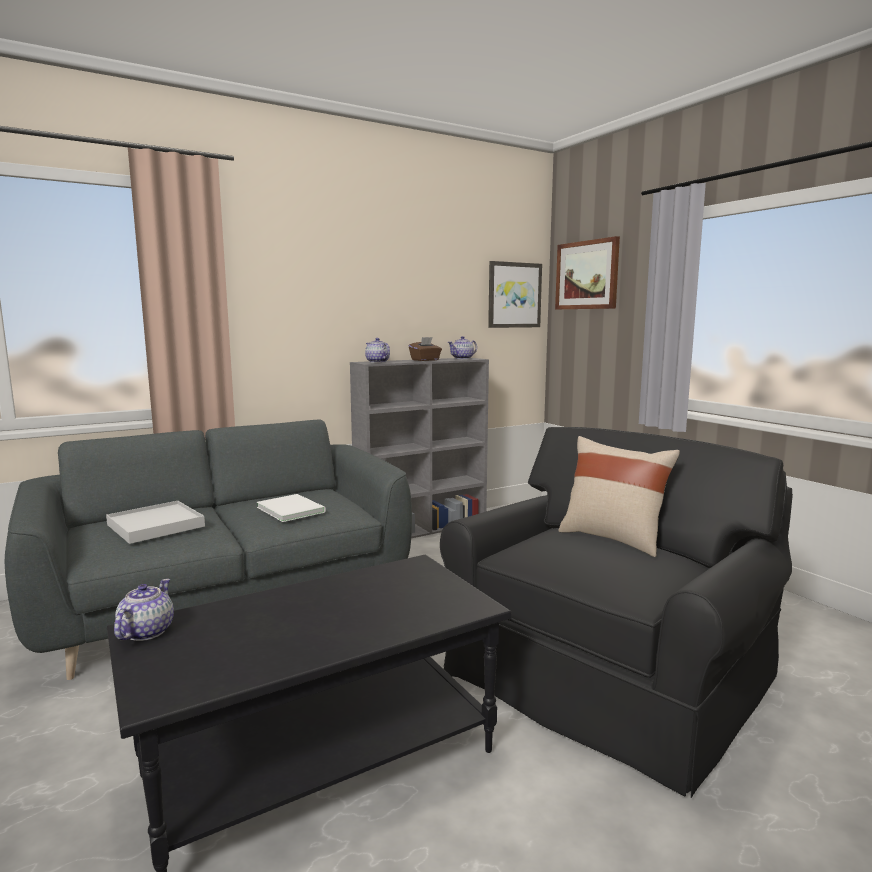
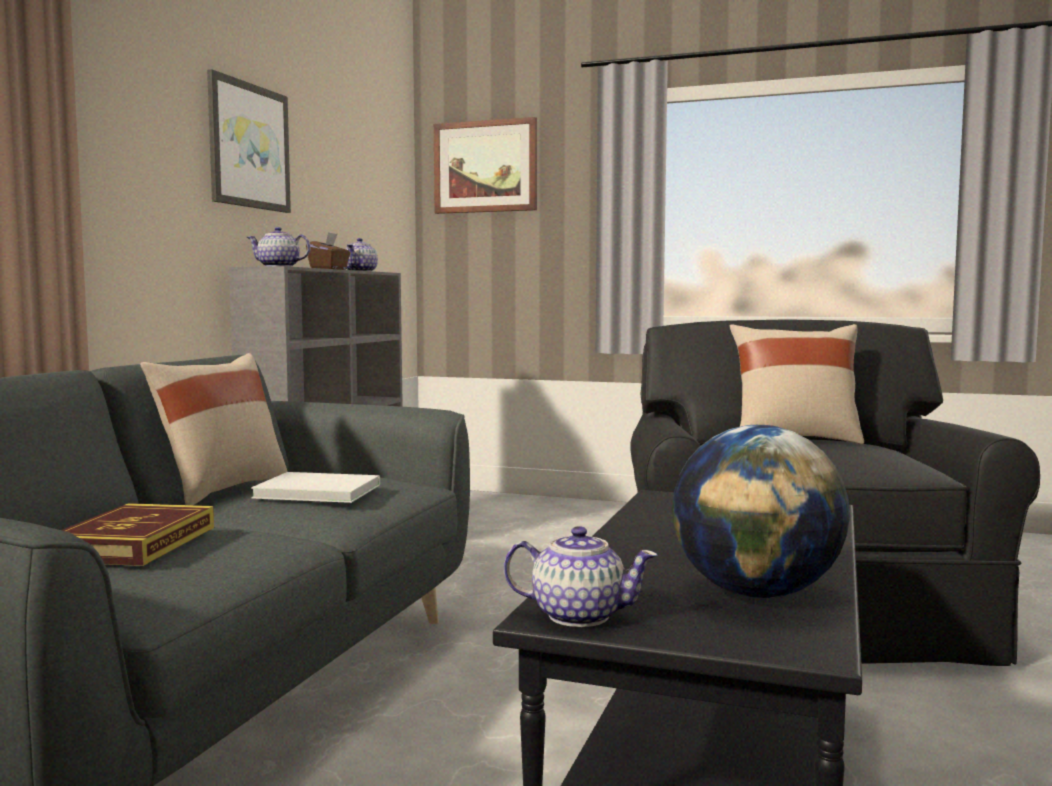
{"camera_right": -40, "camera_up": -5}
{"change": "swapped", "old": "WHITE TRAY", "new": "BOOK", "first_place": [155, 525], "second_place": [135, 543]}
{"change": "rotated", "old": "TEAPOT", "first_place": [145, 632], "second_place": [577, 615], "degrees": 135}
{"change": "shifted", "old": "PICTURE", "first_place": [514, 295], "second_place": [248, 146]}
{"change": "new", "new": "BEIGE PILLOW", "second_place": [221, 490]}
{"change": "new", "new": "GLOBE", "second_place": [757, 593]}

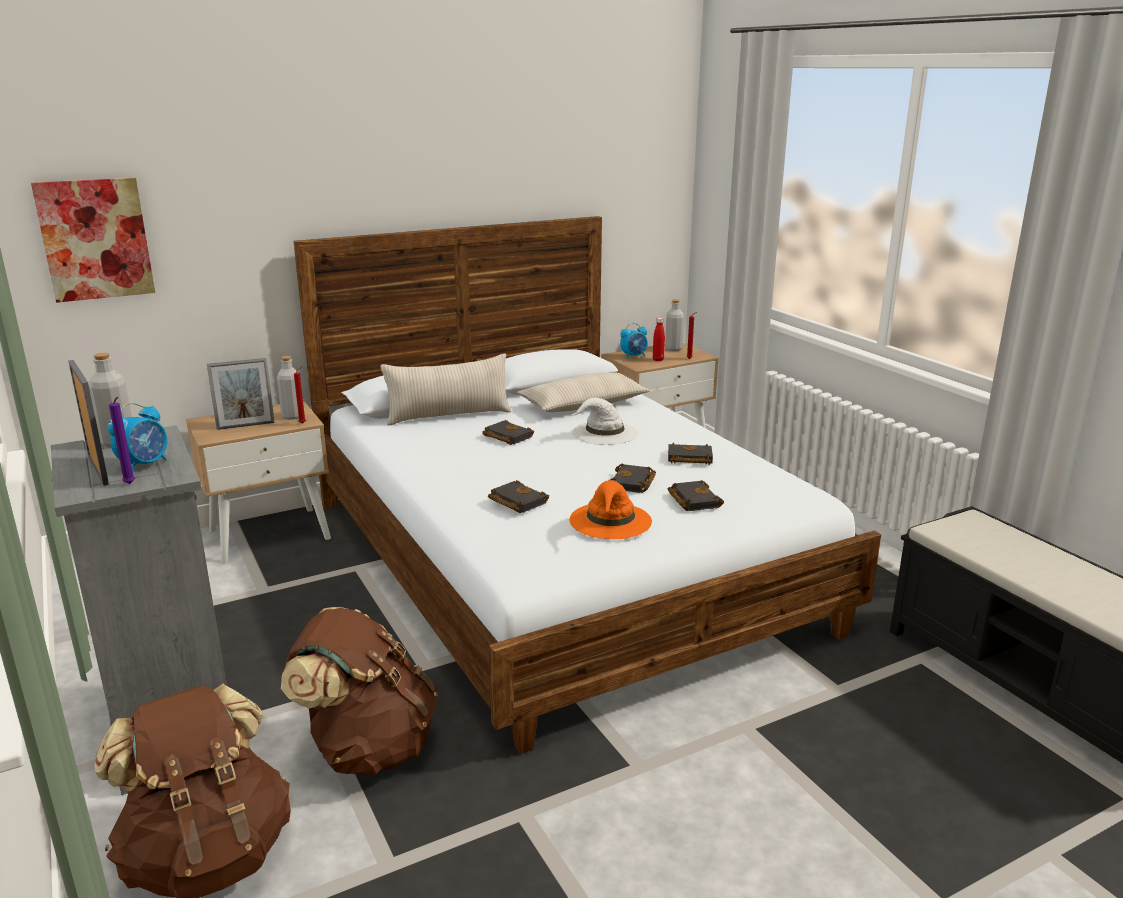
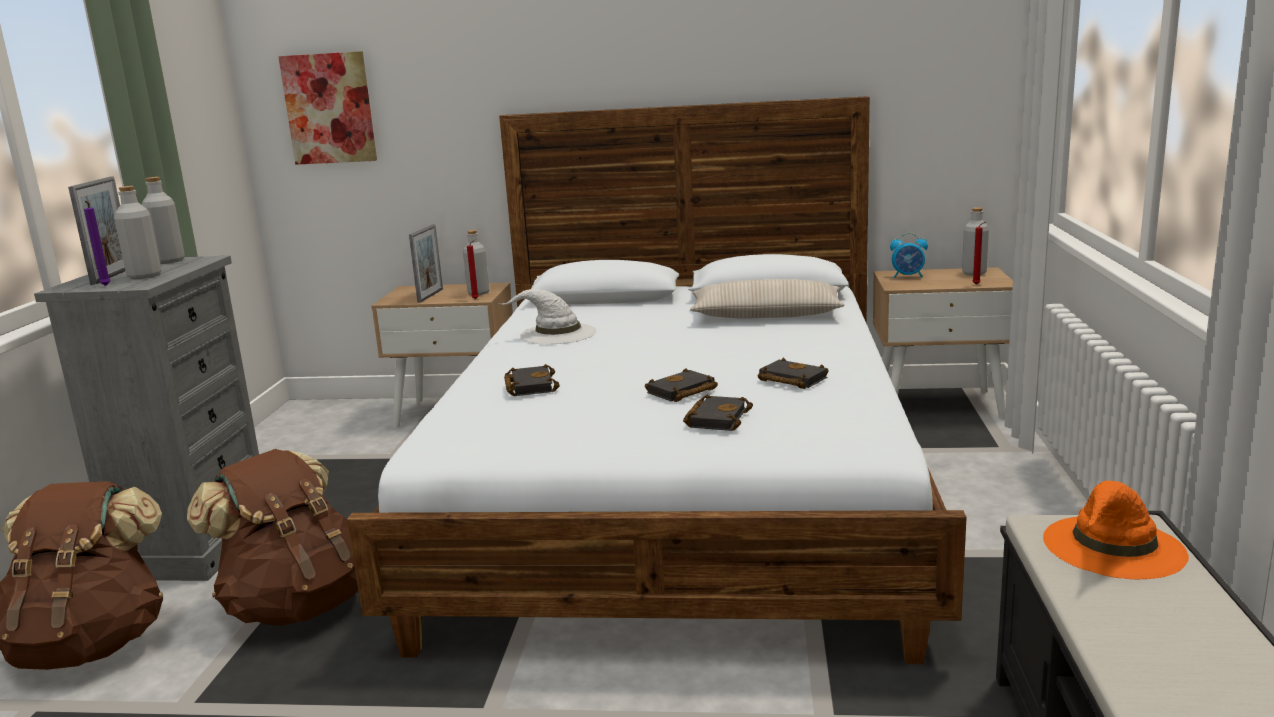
{"camera_right": 35, "camera_up": -5}
{"change": "swapped", "old": "ALARM CLOCK", "new": "GREY BOTTLE", "first_place": [145, 465], "second_place": [144, 276]}
{"change": "rotated", "old": "PICTURE FRAME", "first_place": [245, 425], "second_place": [430, 295], "degrees": -90}
{"change": "gone", "old": "BEIGE PILLOW", "first_place": [448, 416]}
{"change": "gone", "old": "BLACK BOOK", "first_place": [506, 436]}
{"change": "shifted", "old": "ORANGE HAT", "first_place": [611, 521], "second_place": [1113, 547]}
{"change": "shifted", "old": "WHITE HAT", "first_place": [604, 433], "second_place": [556, 334]}
{"change": "gone", "old": "RED BOTTLE", "first_place": [658, 360]}

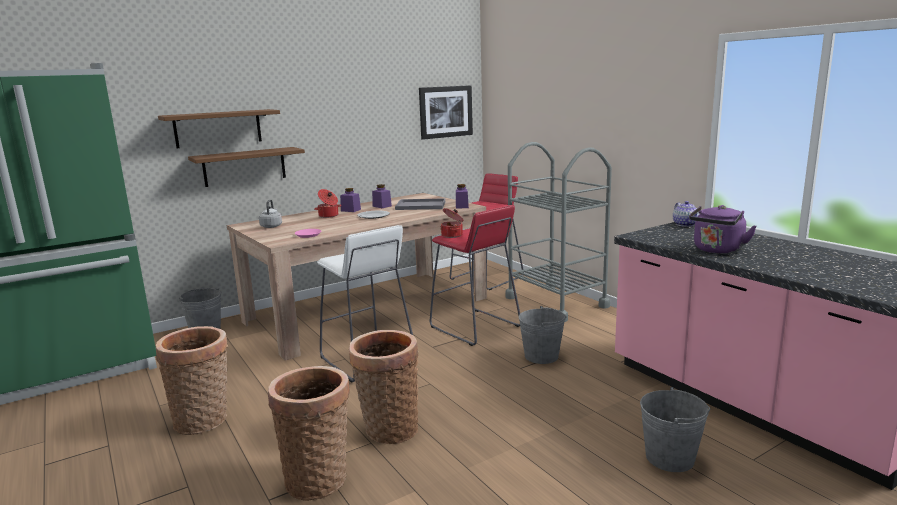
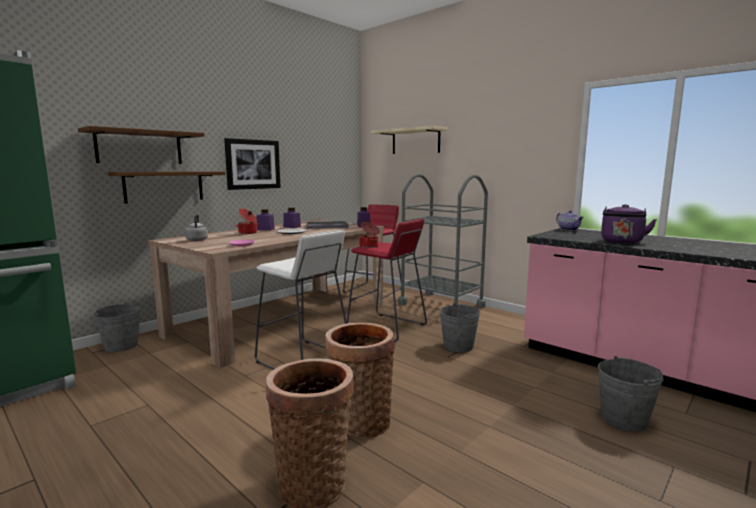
{"camera_right": -15, "camera_up": -5}
{"change": "gone", "old": "BASKET", "first_place": [204, 420]}
{"change": "shifted", "old": "PICTURE", "first_place": [445, 112], "second_place": [253, 164]}
{"change": "new", "new": "BEIGE SHELF", "second_place": [415, 141]}

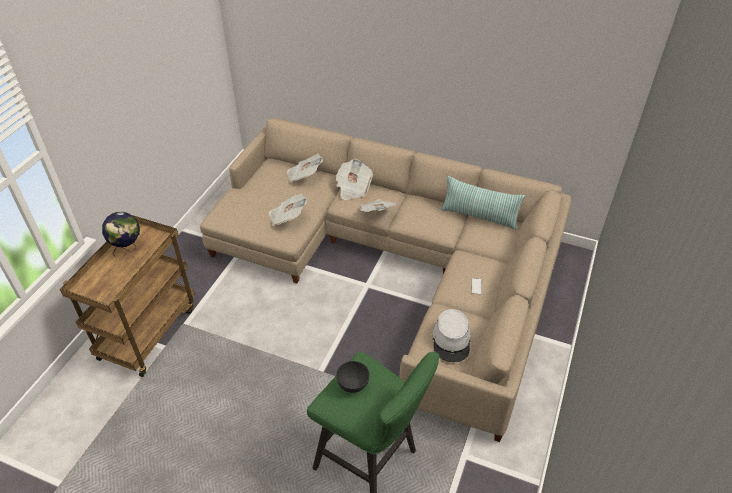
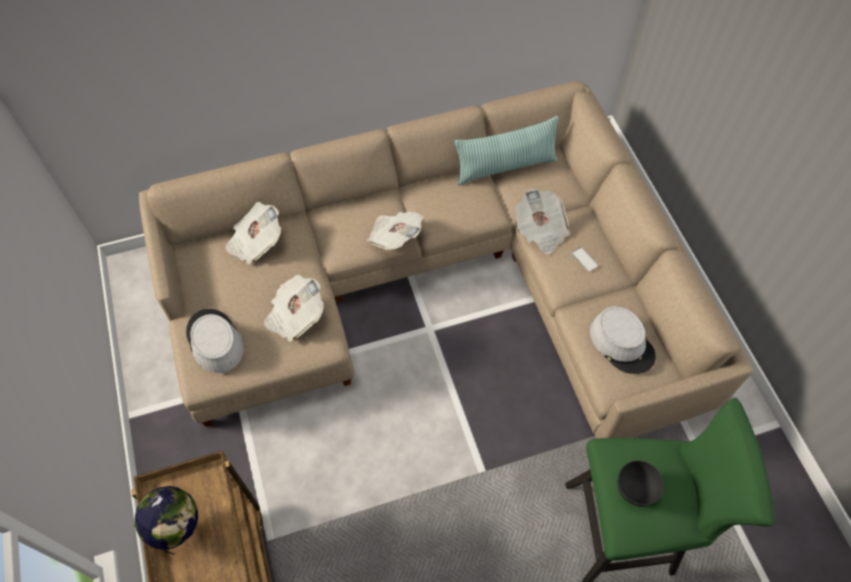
{"camera_right": -40, "camera_up": 15}
{"change": "shifted", "old": "NEWSPAPER", "first_place": [353, 188], "second_place": [540, 230]}
{"change": "new", "new": "GREY HAT", "second_place": [214, 341]}

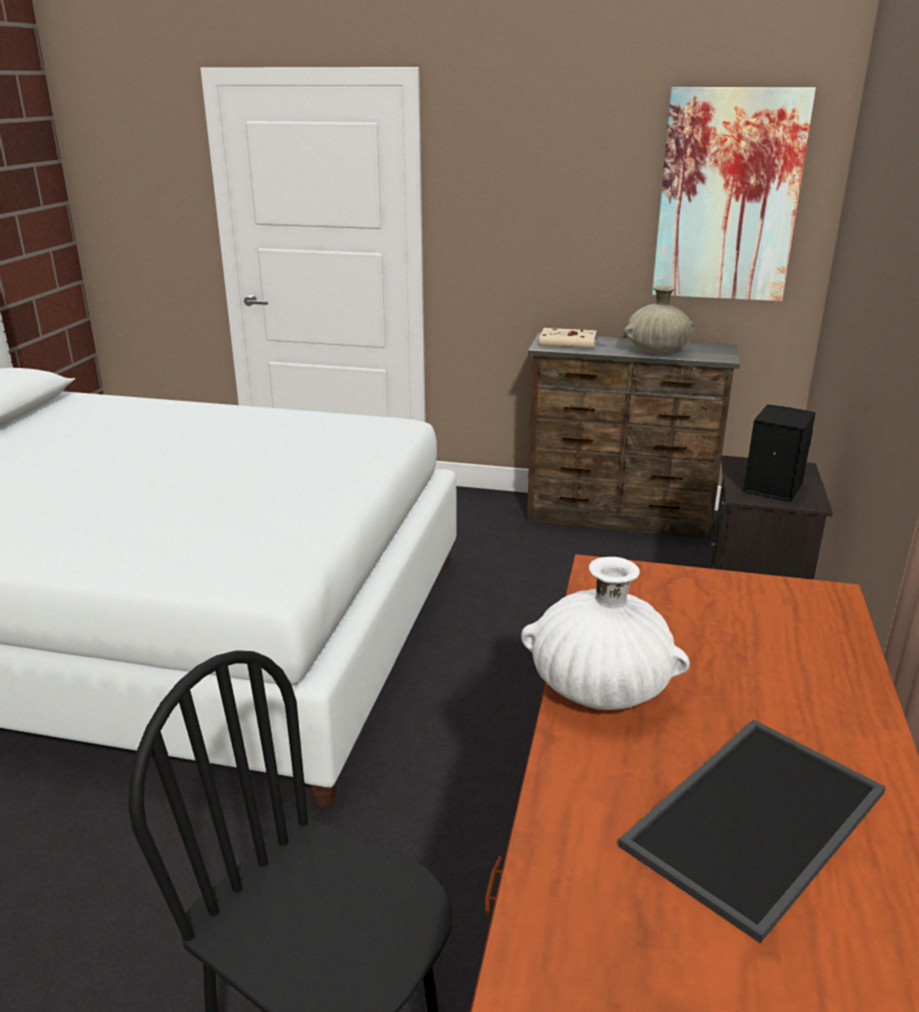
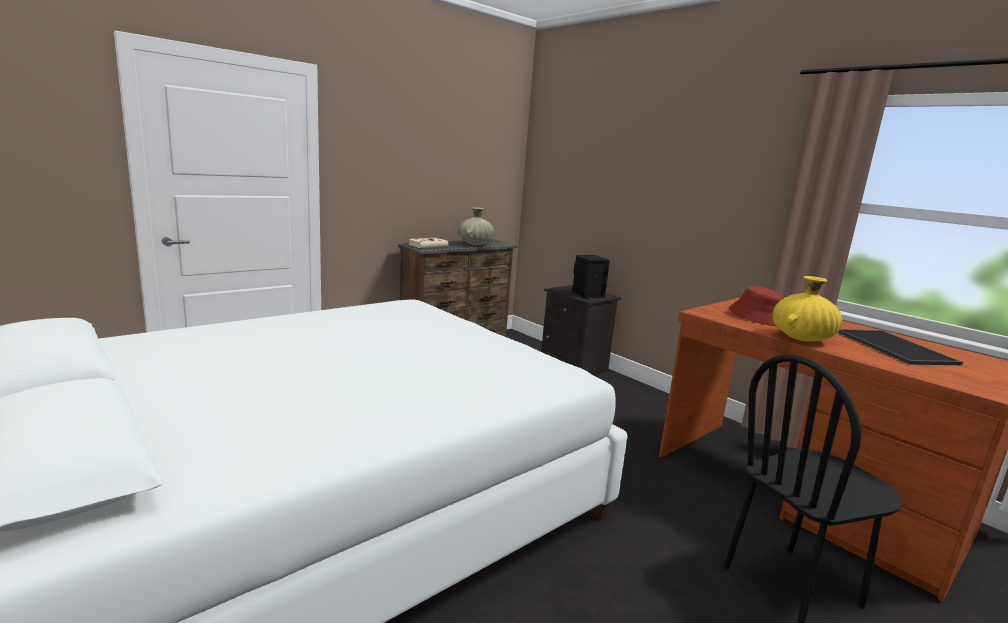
{"camera_right": -55, "camera_up": -10}
{"change": "repainted", "old": "WHITE VASE", "new": "YELLOW VASE", "first_place": [600, 689], "second_place": [801, 338]}
{"change": "gone", "old": "PICTURE", "first_place": [728, 197]}
{"change": "new", "new": "RED HAT", "second_place": [758, 316]}

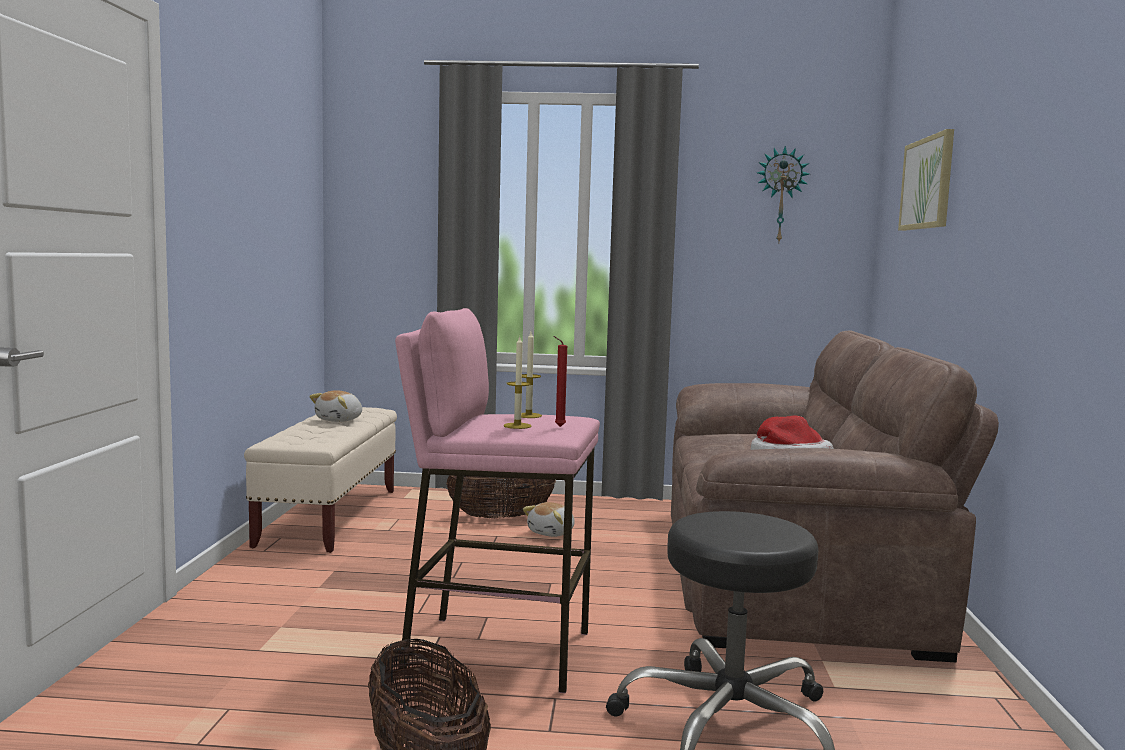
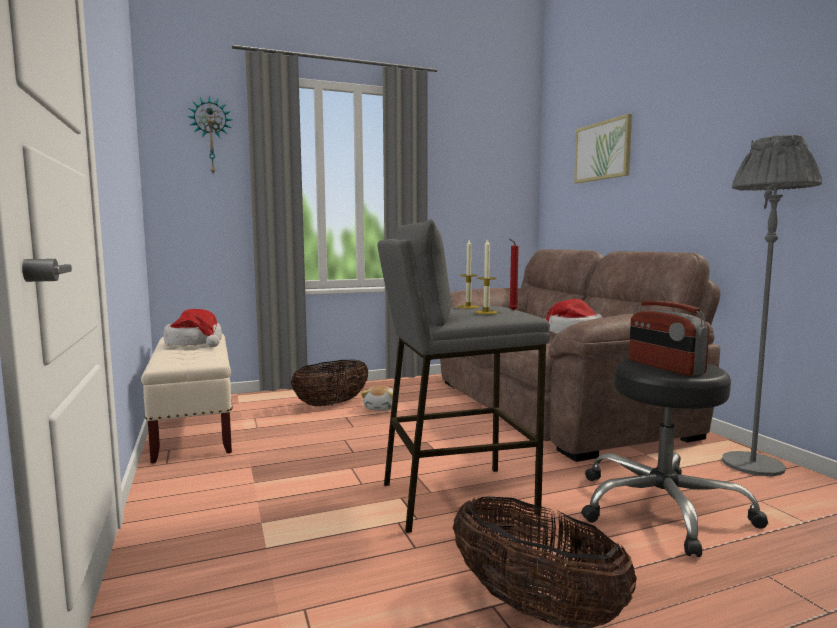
{"camera_right": -25, "camera_up": 0}
{"change": "swapped", "old": "PLUSH TOY", "new": "HAT", "first_place": [340, 420], "second_place": [195, 343]}
{"change": "repainted", "old": "PINK STOOL", "new": "GREY STOOL", "first_place": [497, 651], "second_place": [456, 497]}
{"change": "shifted", "old": "WALL CLOCK", "first_place": [781, 195], "second_place": [211, 136]}
{"change": "new", "new": "RADIO", "second_place": [664, 367]}
{"change": "new", "new": "GREY FLOOR LAMP", "second_place": [752, 464]}

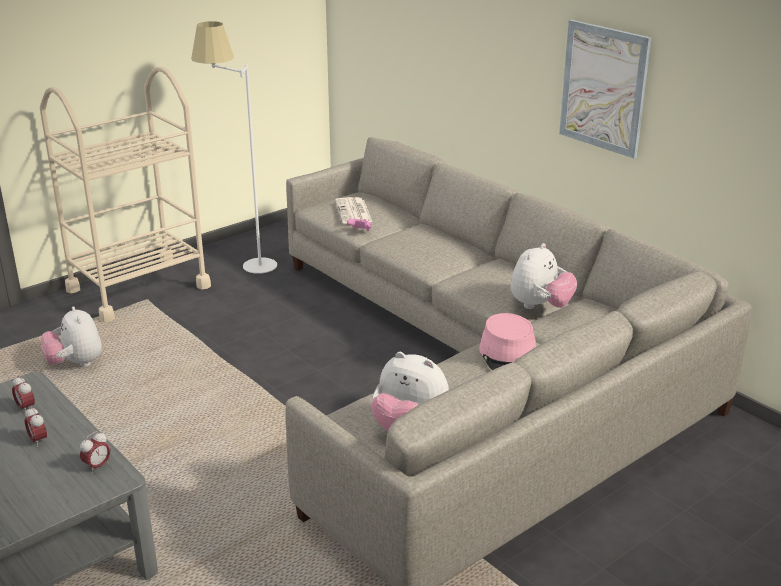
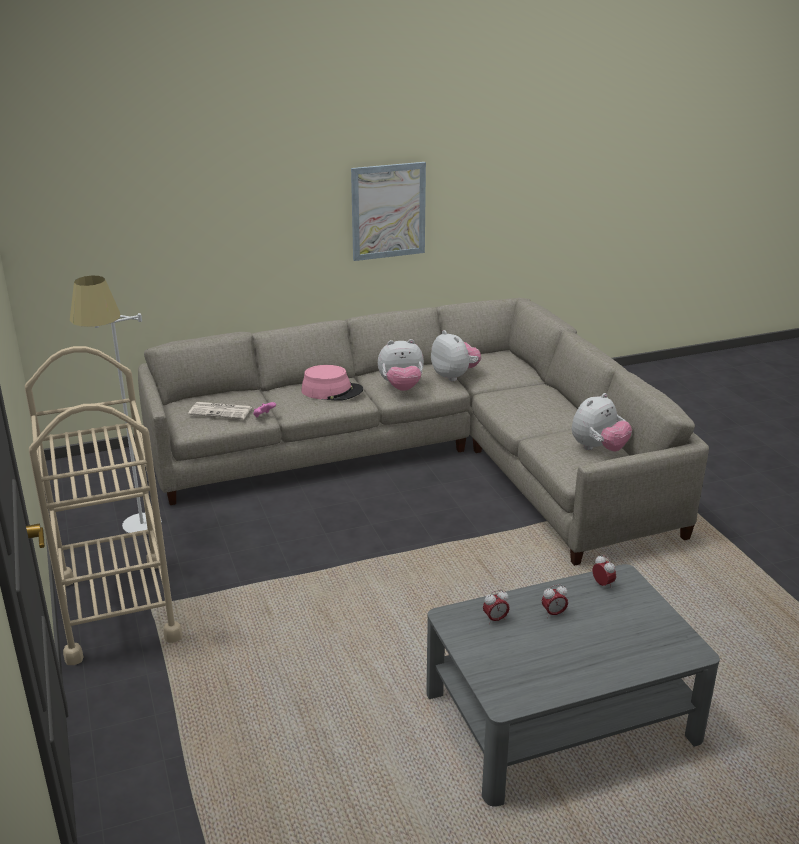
{"camera_right": -70, "camera_up": 0}
{"change": "shifted", "old": "PLUSH TOY", "first_place": [75, 363], "second_place": [401, 388]}
{"change": "shifted", "old": "PINK HAT", "first_place": [510, 355], "second_place": [332, 391]}

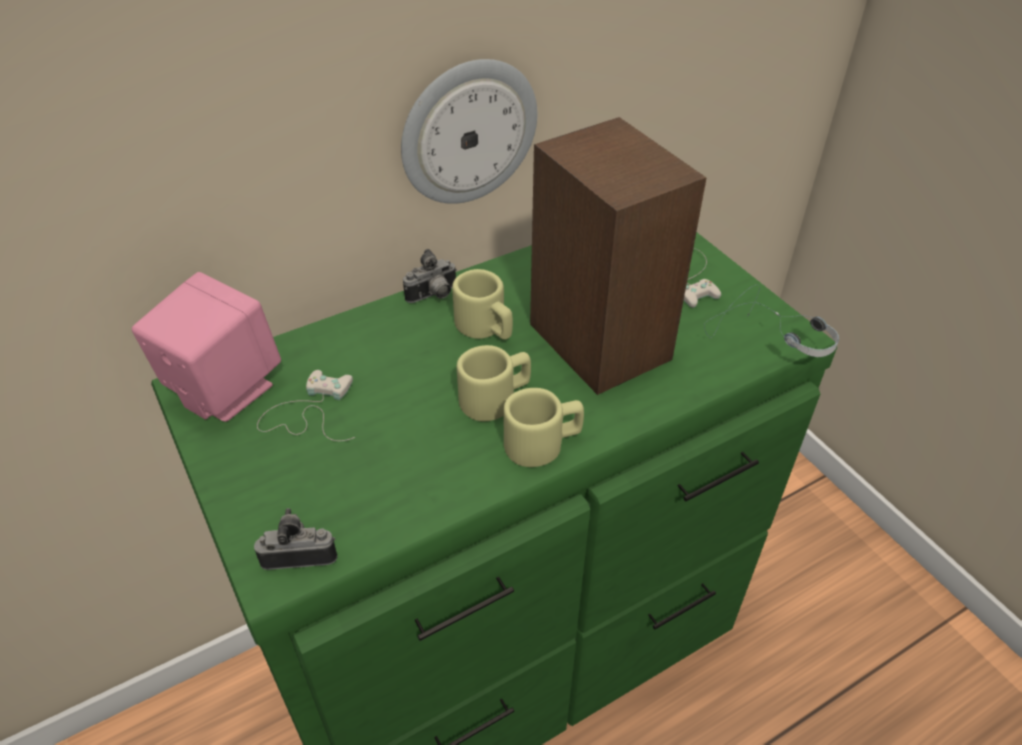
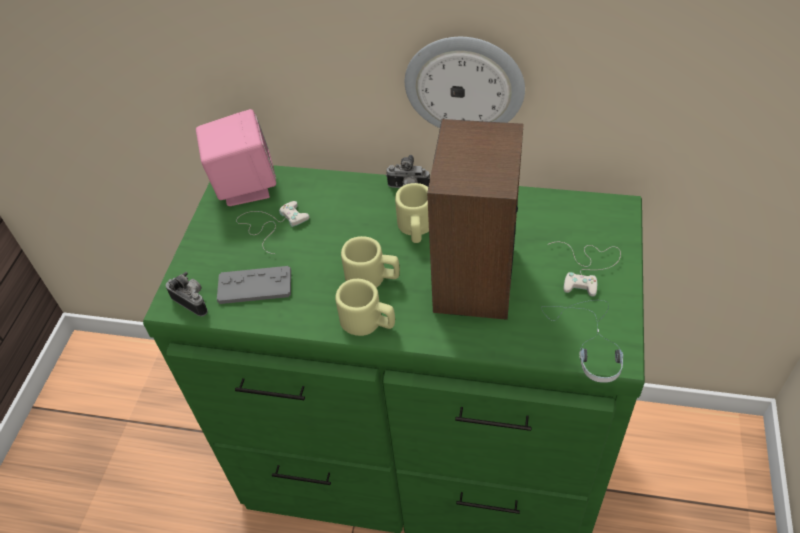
{"camera_right": 45, "camera_up": 5}
{"change": "new", "new": "GREY GAME CONTROLLER", "second_place": [255, 286]}

